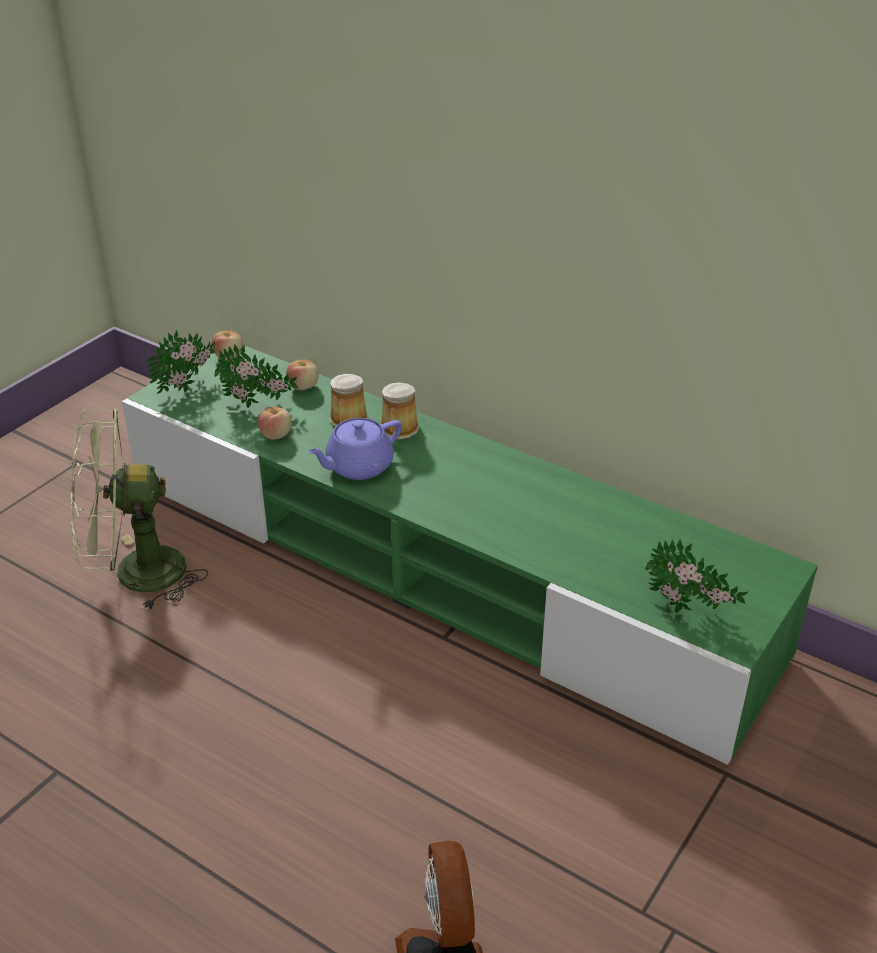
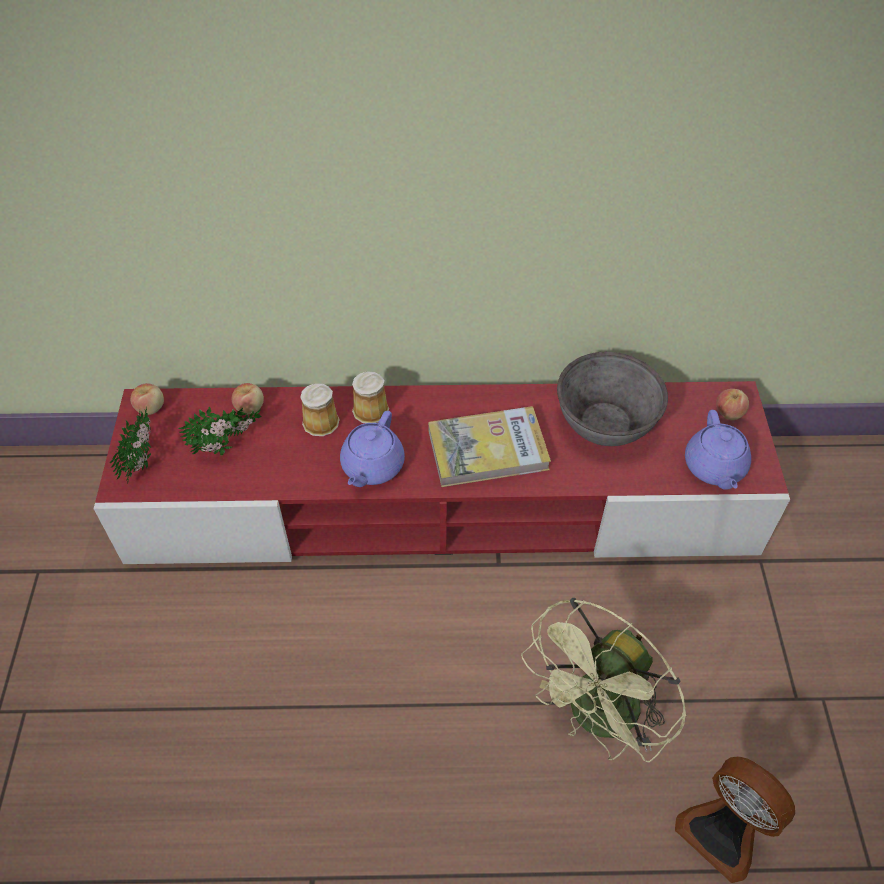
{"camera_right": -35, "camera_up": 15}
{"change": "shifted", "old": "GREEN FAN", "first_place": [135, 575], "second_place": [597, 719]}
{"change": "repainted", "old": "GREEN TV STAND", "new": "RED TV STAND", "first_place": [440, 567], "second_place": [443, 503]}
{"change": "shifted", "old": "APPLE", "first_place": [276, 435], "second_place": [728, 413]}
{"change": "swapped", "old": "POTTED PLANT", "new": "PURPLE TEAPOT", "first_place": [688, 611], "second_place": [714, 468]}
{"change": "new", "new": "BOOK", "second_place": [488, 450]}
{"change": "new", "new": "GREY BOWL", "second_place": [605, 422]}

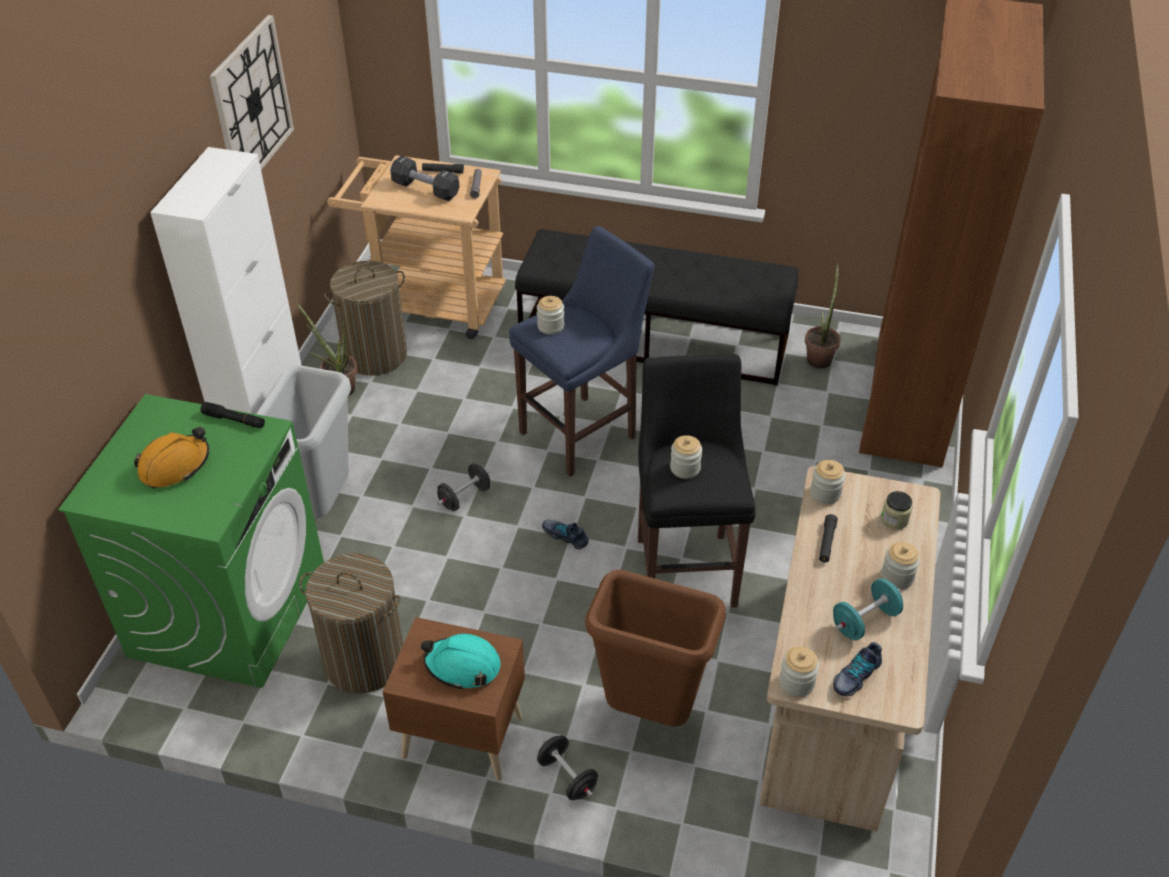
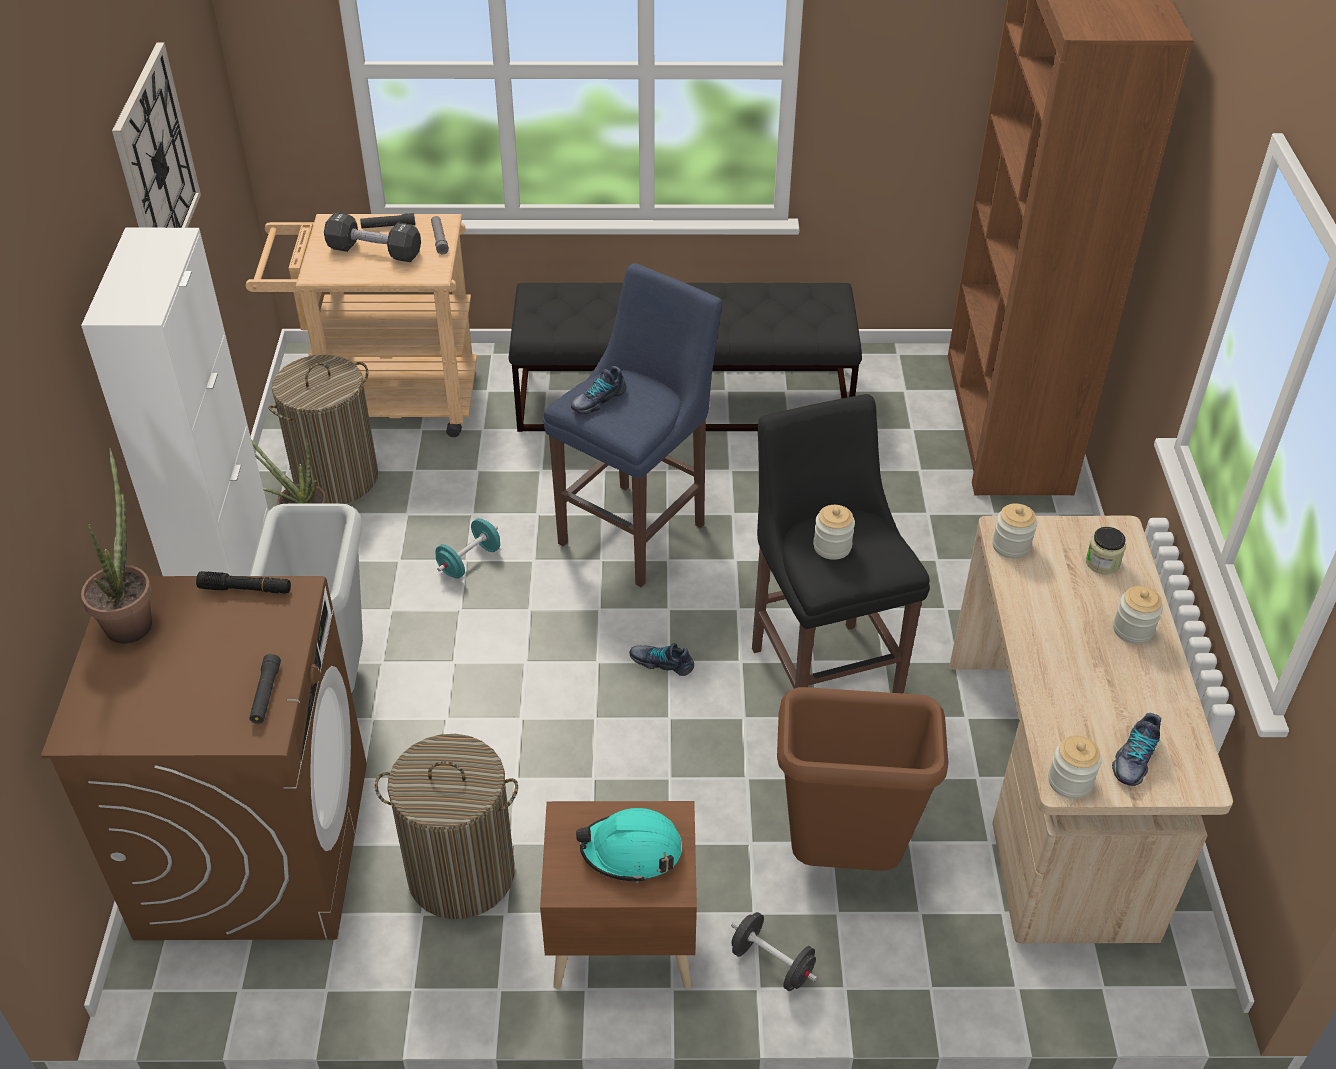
{"camera_right": -15, "camera_up": 0}
{"change": "repainted", "old": "GREEN WASHING MACHINE", "new": "BROWN WASHING MACHINE", "first_place": [229, 610], "second_place": [255, 847]}
{"change": "gone", "old": "ORANGE HARD HAT", "first_place": [175, 466]}
{"change": "gone", "old": "BLACK DUMBBELL", "first_place": [464, 497]}
{"change": "swapped", "old": "JAR", "new": "SHOE", "first_place": [550, 326], "second_place": [597, 400]}
{"change": "shifted", "old": "POTTED PLANT", "first_place": [820, 357], "second_place": [132, 619]}
{"change": "shifted", "old": "BLACK FLASHLIGHT", "first_place": [827, 542], "second_place": [266, 694]}
{"change": "shifted", "old": "TURQUOISE DUMBBELL", "first_place": [864, 621], "second_place": [469, 561]}

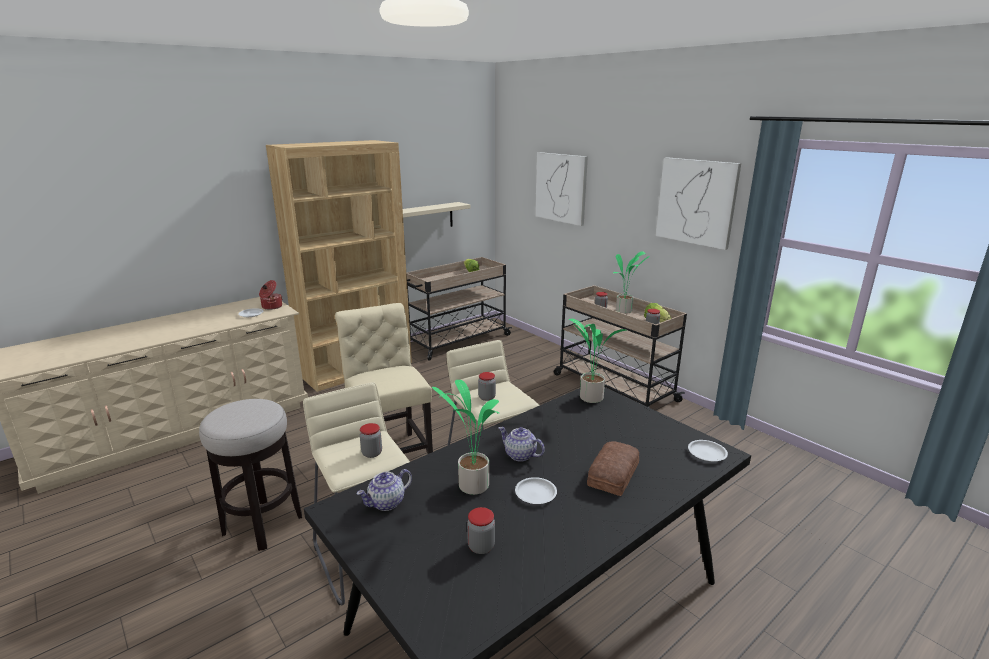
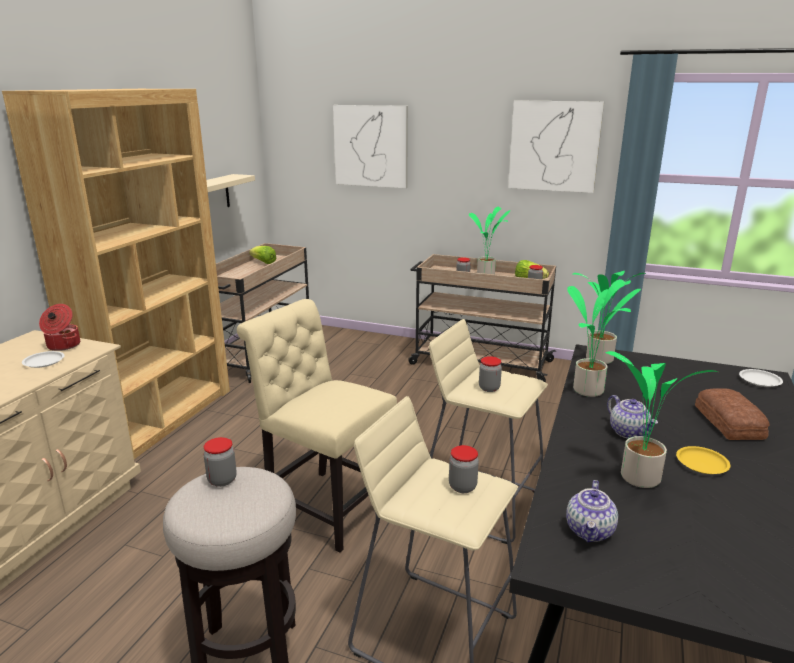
{"camera_right": -30, "camera_up": 0}
{"change": "shifted", "old": "JAR", "first_place": [481, 546], "second_place": [222, 480]}
{"change": "rotated", "old": "TEAPOT", "first_place": [519, 455], "second_place": [629, 432], "degrees": -120}
{"change": "repainted", "old": "WHITE PLATE", "new": "YELLOW PLATE", "first_place": [535, 493], "second_place": [701, 463]}
{"change": "new", "new": "POTTED PLANT", "second_place": [590, 391]}

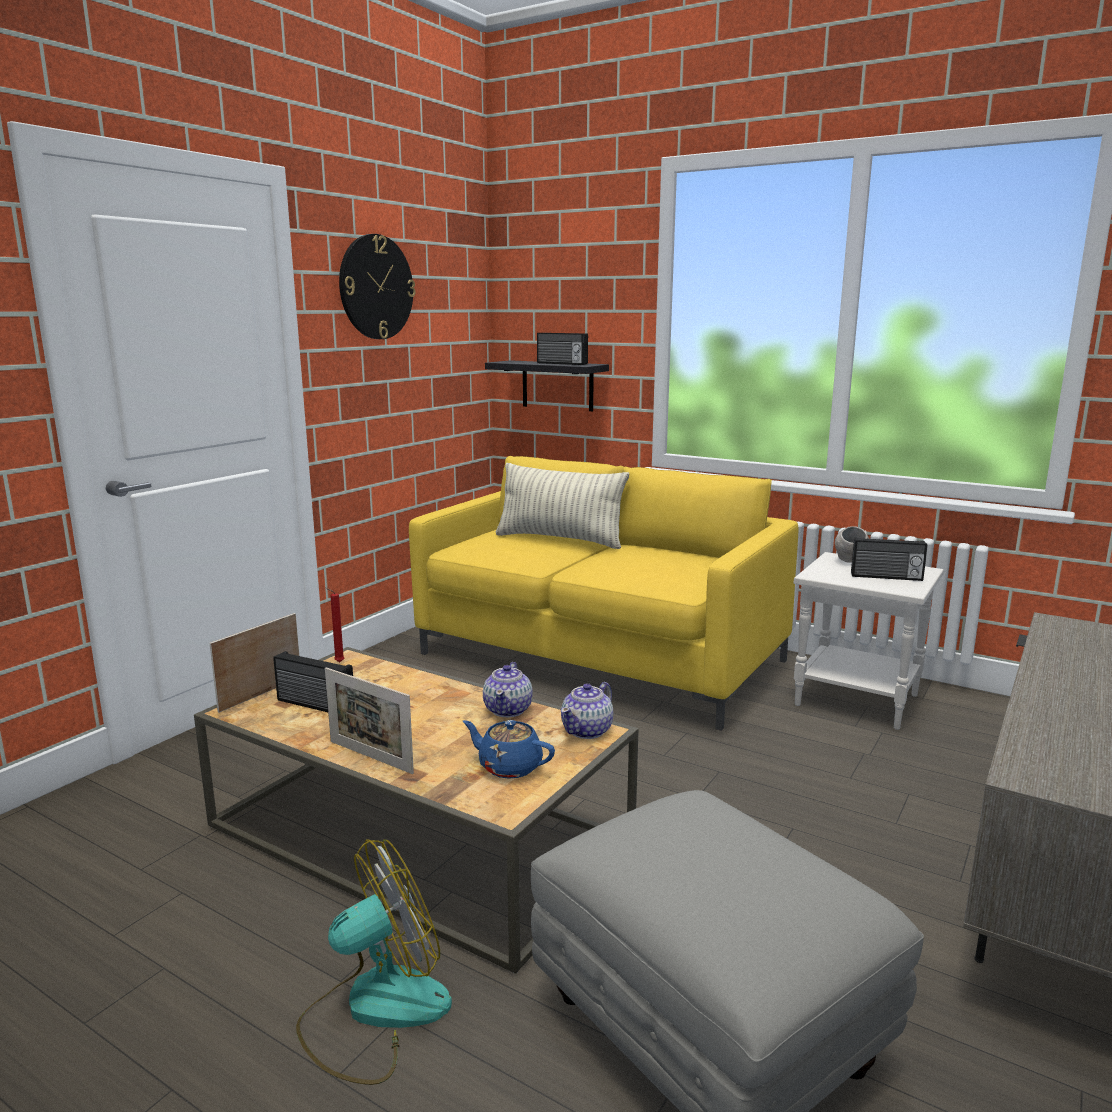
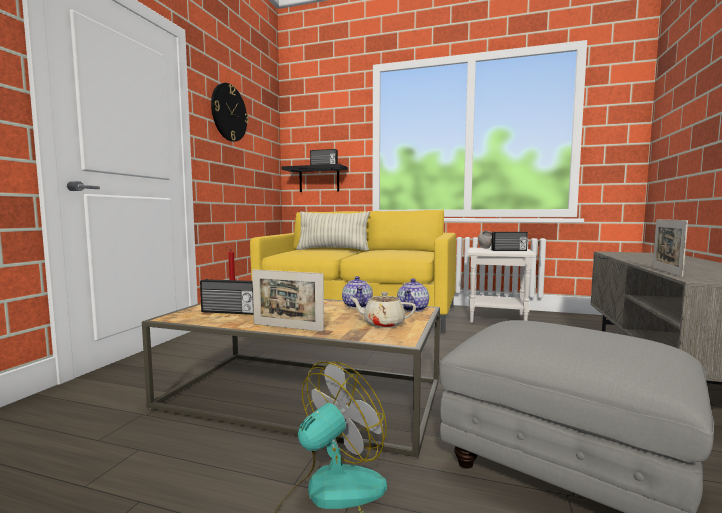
{"camera_right": -15, "camera_up": -10}
{"change": "shifted", "old": "PICTURE FRAME", "first_place": [261, 694], "second_place": [666, 271]}
{"change": "repainted", "old": "BLUE TEAPOT", "new": "BEIGE TEAPOT", "first_place": [509, 767], "second_place": [383, 324]}

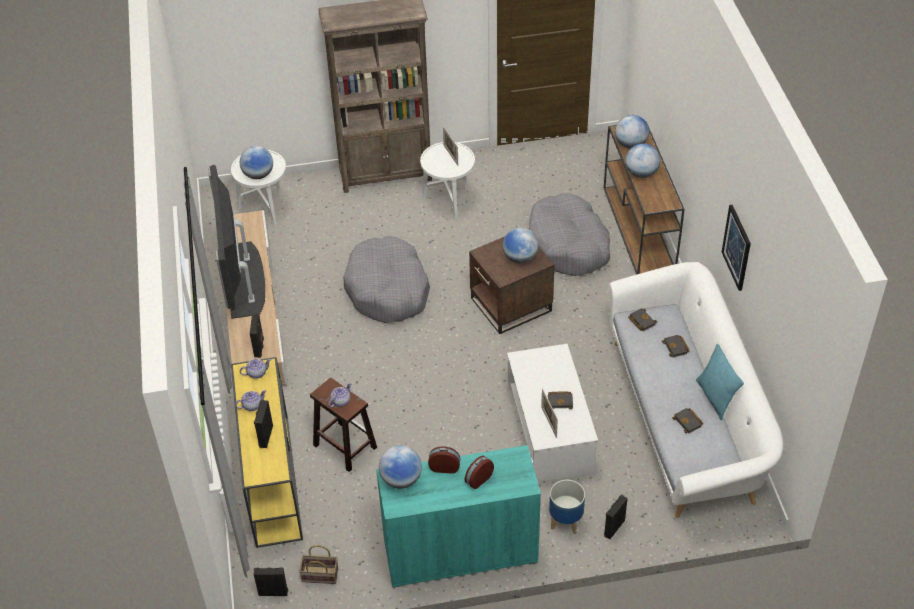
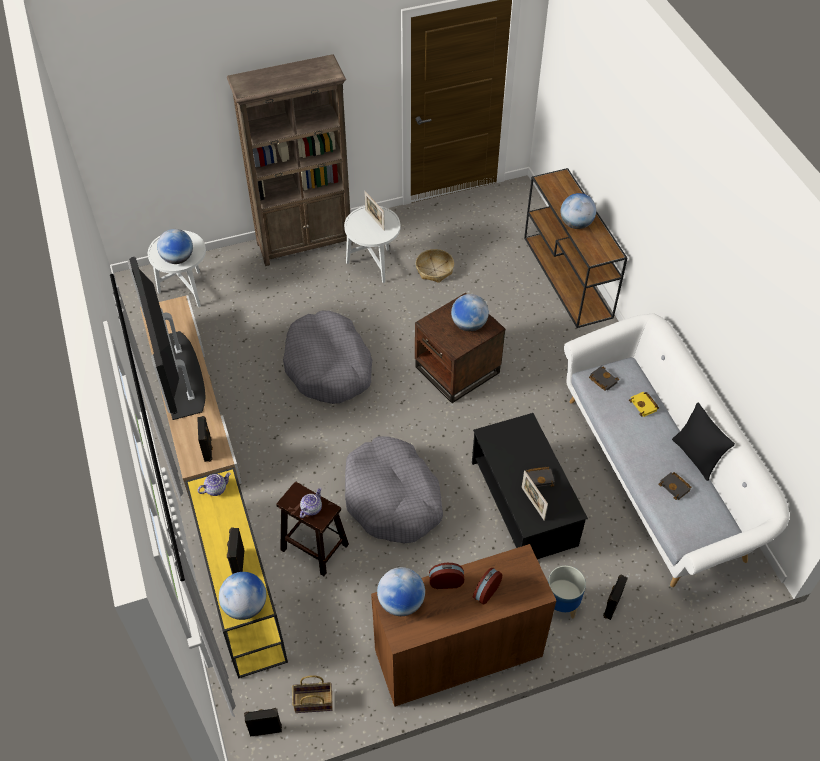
{"camera_right": -10, "camera_up": 5}
{"change": "gone", "old": "TEAPOT", "first_place": [252, 405]}
{"change": "repainted", "old": "TURQUOISE CABINET", "new": "BROWN CABINET", "first_place": [460, 551], "second_place": [458, 654]}
{"change": "repainted", "old": "WHITE COFFEE TABLE", "new": "BLACK COFFEE TABLE", "first_place": [549, 430], "second_place": [524, 504]}
{"change": "shifted", "old": "GREY DOG BED", "first_place": [568, 245], "second_place": [392, 498]}
{"change": "shifted", "old": "GLOBE", "first_place": [630, 144], "second_place": [245, 606]}
{"change": "repainted", "old": "BLACK BOOK", "new": "YELLOW BOOK", "first_place": [676, 348], "second_place": [644, 405]}
{"change": "repainted", "old": "TURQUOISE PILLOW", "new": "BLACK PILLOW", "first_place": [715, 398], "second_place": [695, 456]}
{"change": "gone", "old": "PICTURE", "first_place": [737, 247]}
{"change": "new", "new": "BASKET", "second_place": [434, 270]}

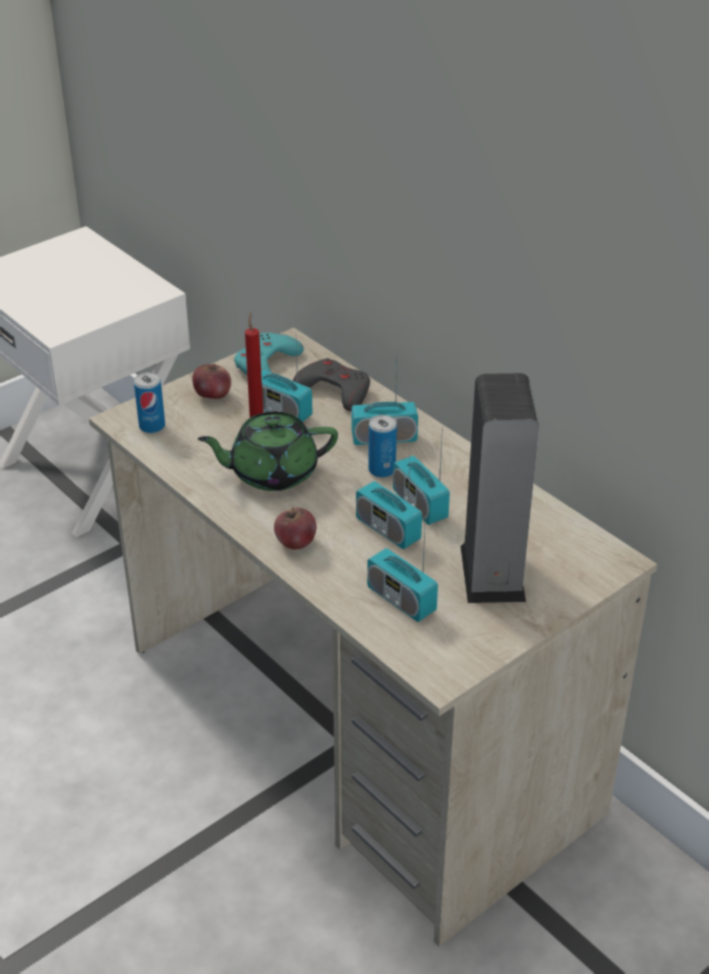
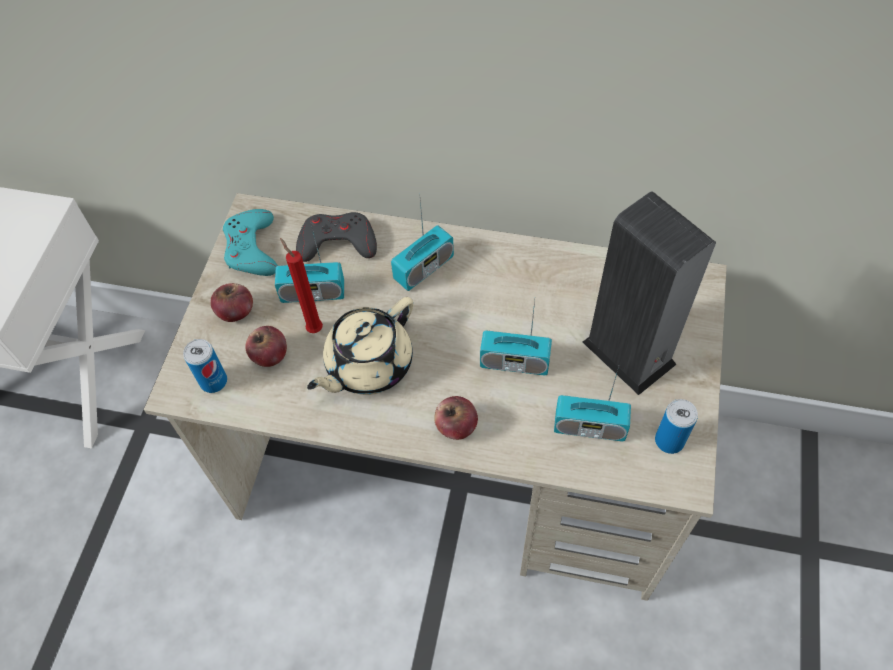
{"camera_right": -35, "camera_up": 20}
{"change": "repainted", "old": "GREEN TEAPOT", "new": "BEIGE TEAPOT", "first_place": [272, 472], "second_place": [367, 364]}
{"change": "shifted", "old": "CAN", "first_place": [382, 470], "second_place": [669, 441]}
{"change": "gone", "old": "RADIO", "first_place": [419, 504]}
{"change": "new", "new": "APPLE", "second_place": [270, 355]}

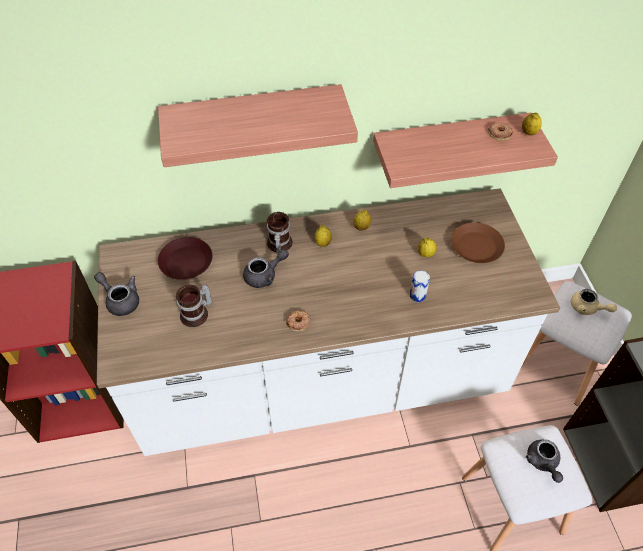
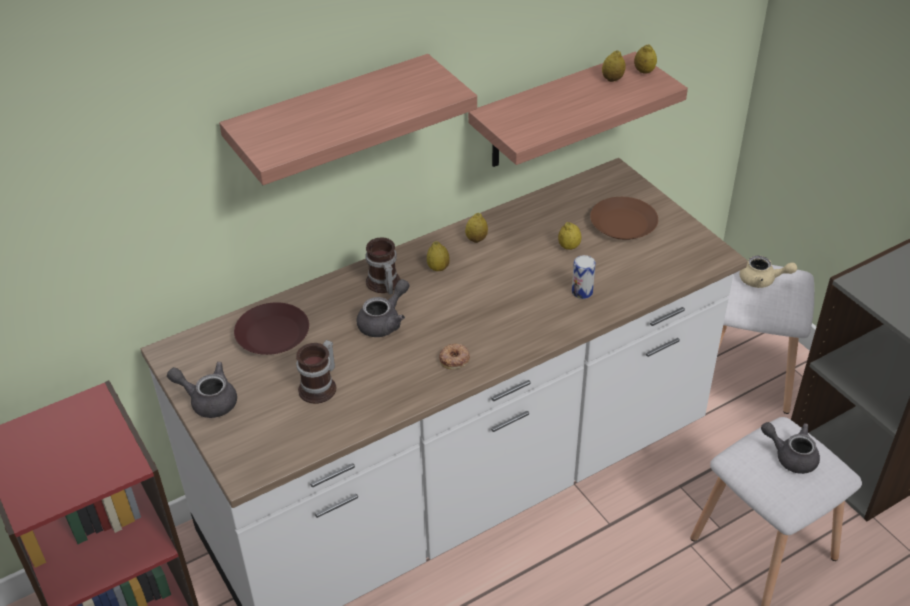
{"camera_right": -20, "camera_up": -10}
{"change": "swapped", "old": "DONUT", "new": "LEMON", "first_place": [499, 133], "second_place": [612, 79]}
{"change": "rotated", "old": "GREY TEAPOT", "first_place": [543, 462], "second_place": [790, 456], "degrees": 150}

